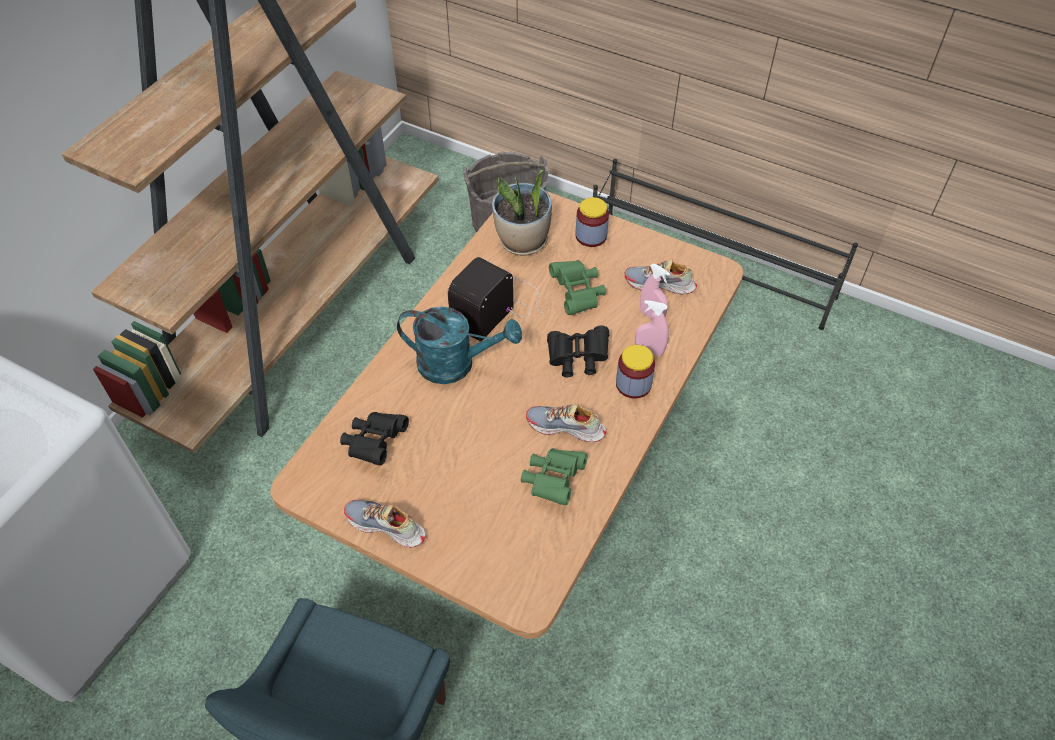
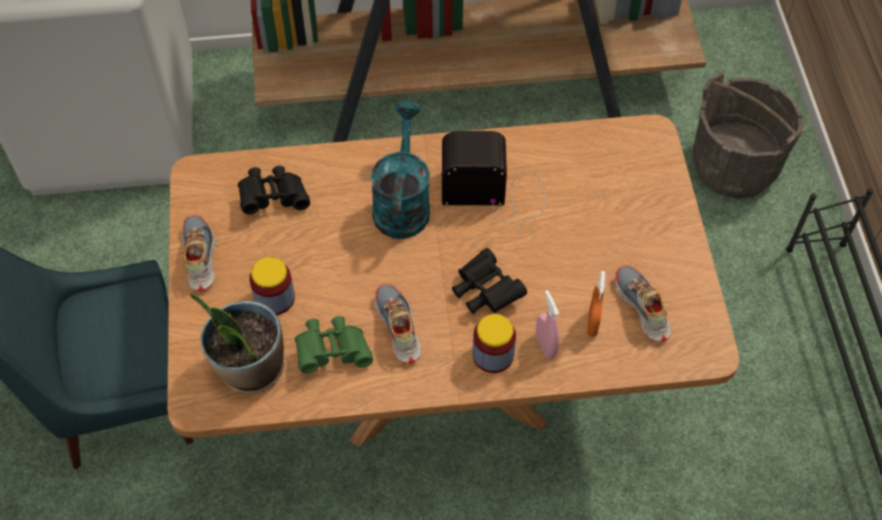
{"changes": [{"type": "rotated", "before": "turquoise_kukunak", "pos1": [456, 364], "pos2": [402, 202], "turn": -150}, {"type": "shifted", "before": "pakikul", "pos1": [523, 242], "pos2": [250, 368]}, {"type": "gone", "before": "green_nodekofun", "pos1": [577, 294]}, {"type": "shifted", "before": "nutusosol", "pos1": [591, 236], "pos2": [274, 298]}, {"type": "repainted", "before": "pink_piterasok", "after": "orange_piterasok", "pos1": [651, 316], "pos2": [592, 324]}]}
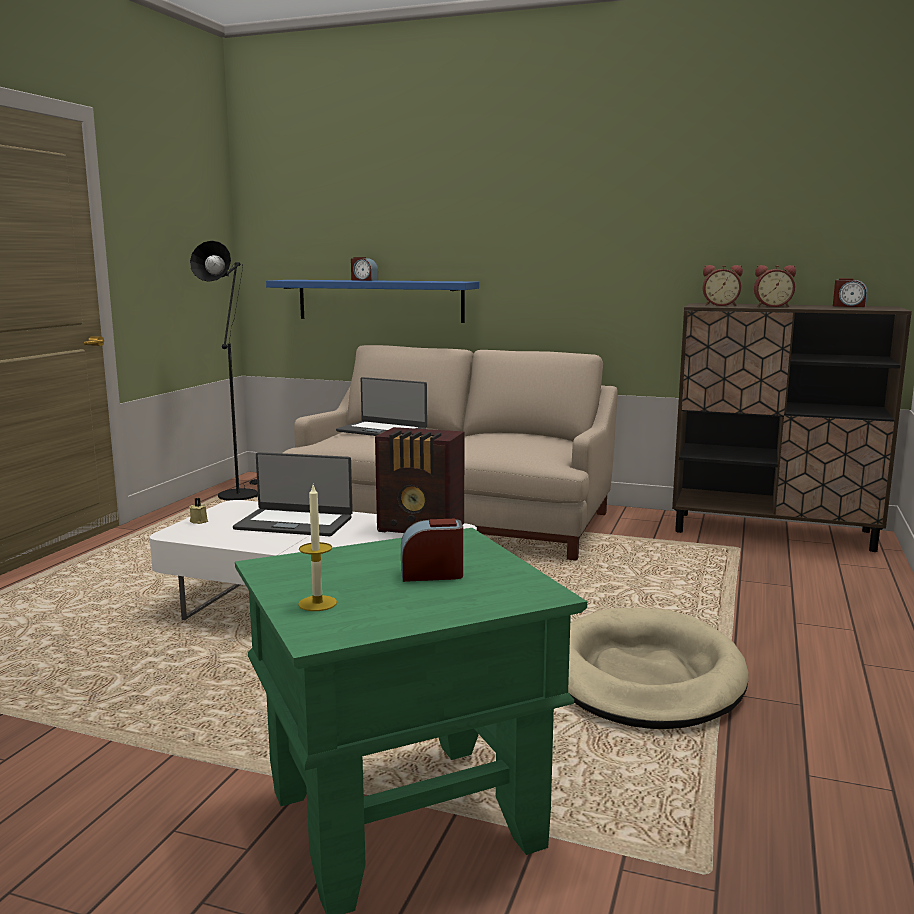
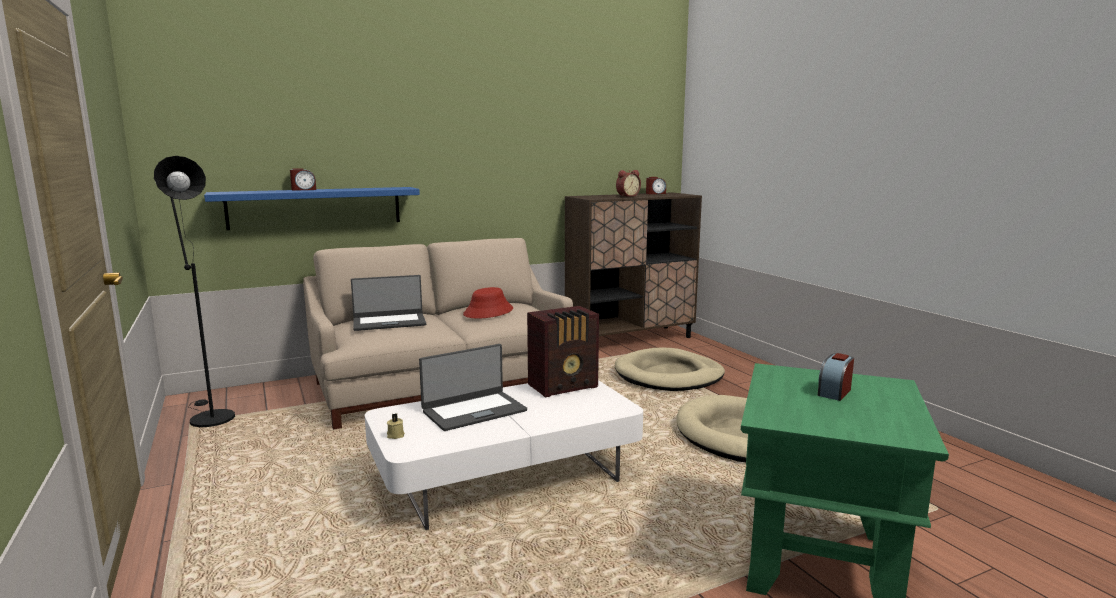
{"changes": [{"type": "gone", "before": "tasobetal", "pos1": [317, 603]}, {"type": "gone", "before": "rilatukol", "pos1": [720, 305]}, {"type": "new", "after": "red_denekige", "pos2": [488, 312]}, {"type": "new", "after": "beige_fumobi", "pos2": [669, 375]}]}
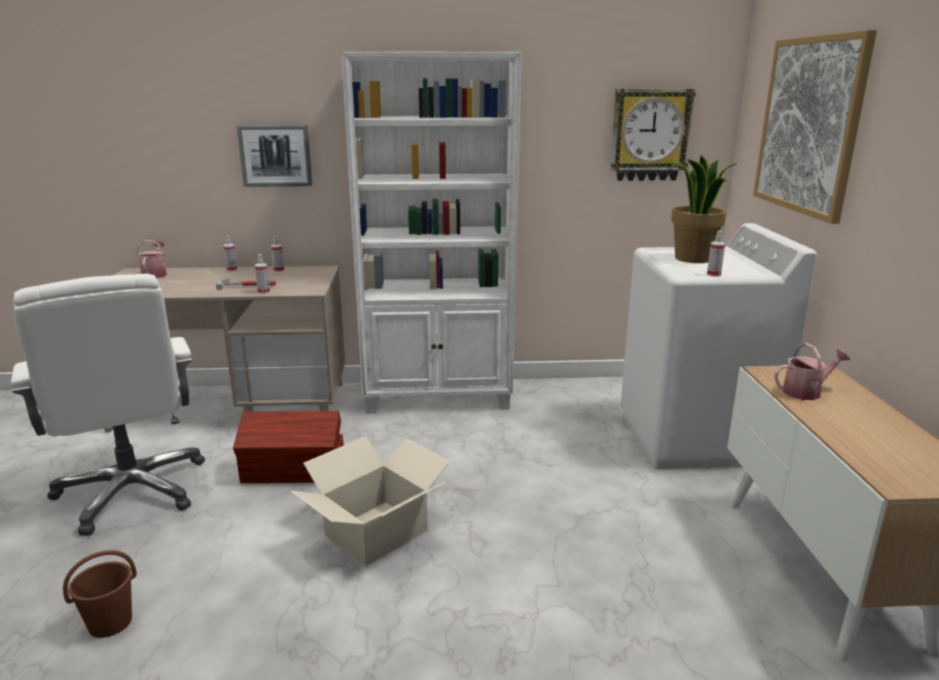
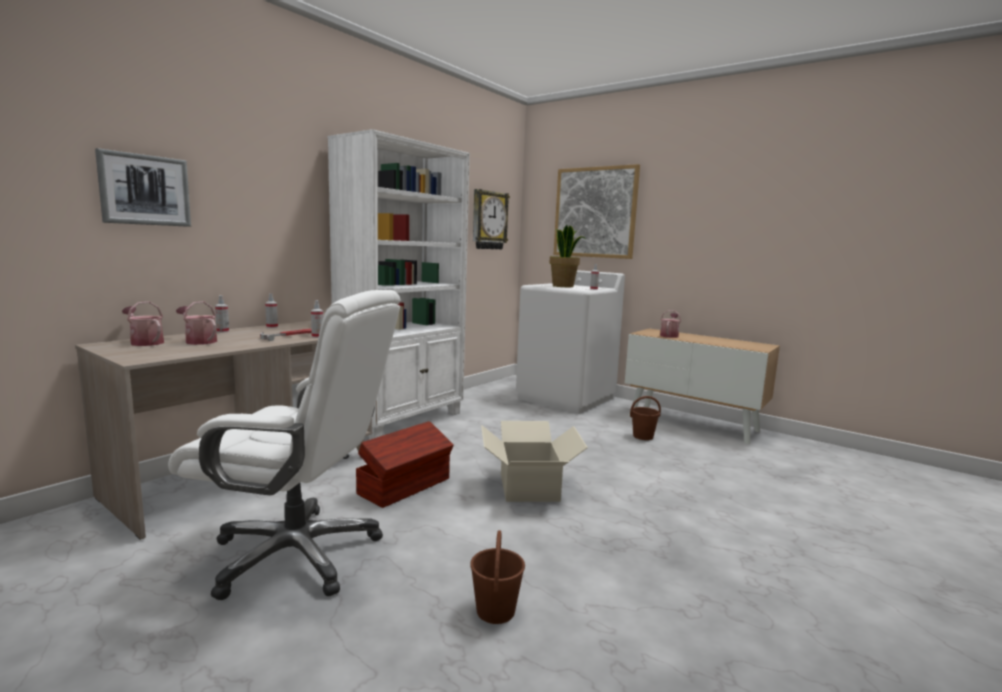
{"changes": [{"type": "shifted", "before": "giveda", "pos1": [275, 155], "pos2": [145, 190]}, {"type": "new", "after": "kukunak", "pos2": [199, 341]}, {"type": "new", "after": "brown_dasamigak", "pos2": [643, 436]}]}
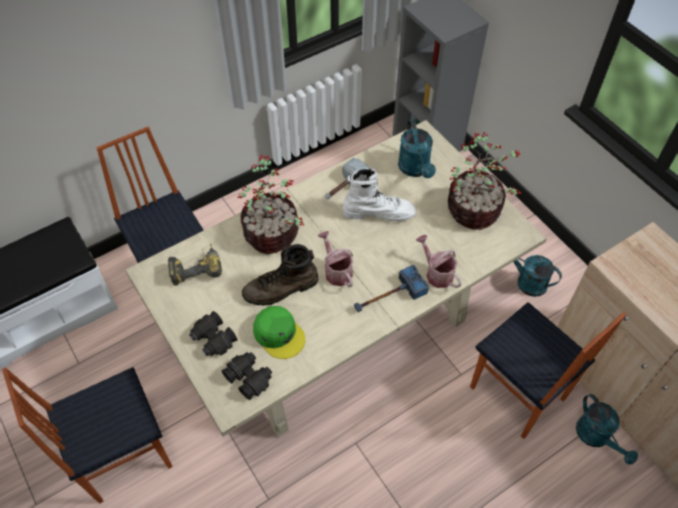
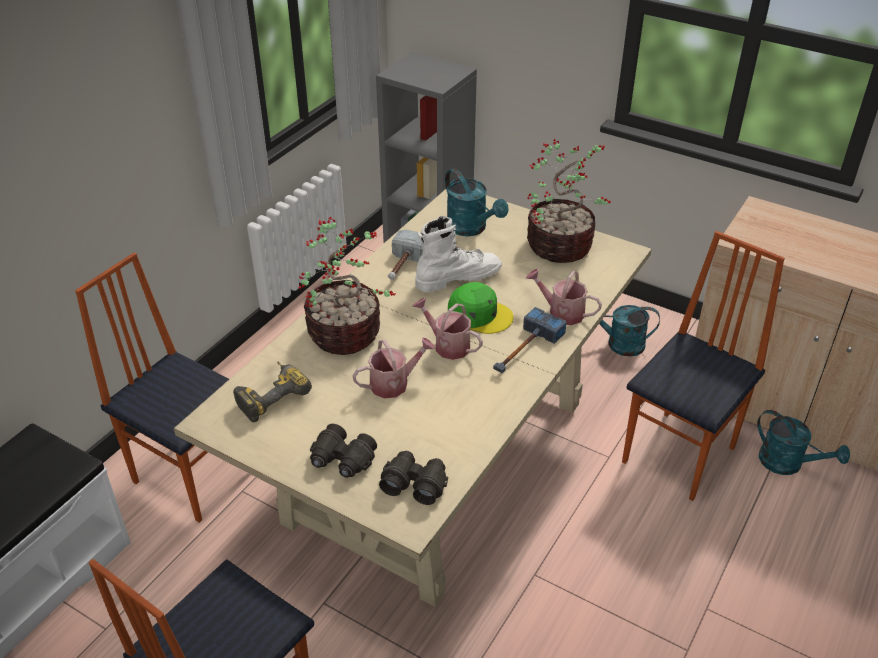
{"changes": [{"type": "swapped", "before": "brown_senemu", "after": "kukunak", "pos1": [281, 289], "pos2": [394, 383]}, {"type": "shifted", "before": "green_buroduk", "pos1": [279, 334], "pos2": [479, 315]}, {"type": "rotated", "before": "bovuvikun", "pos1": [517, 395], "pos2": [681, 455], "turn": -75}]}
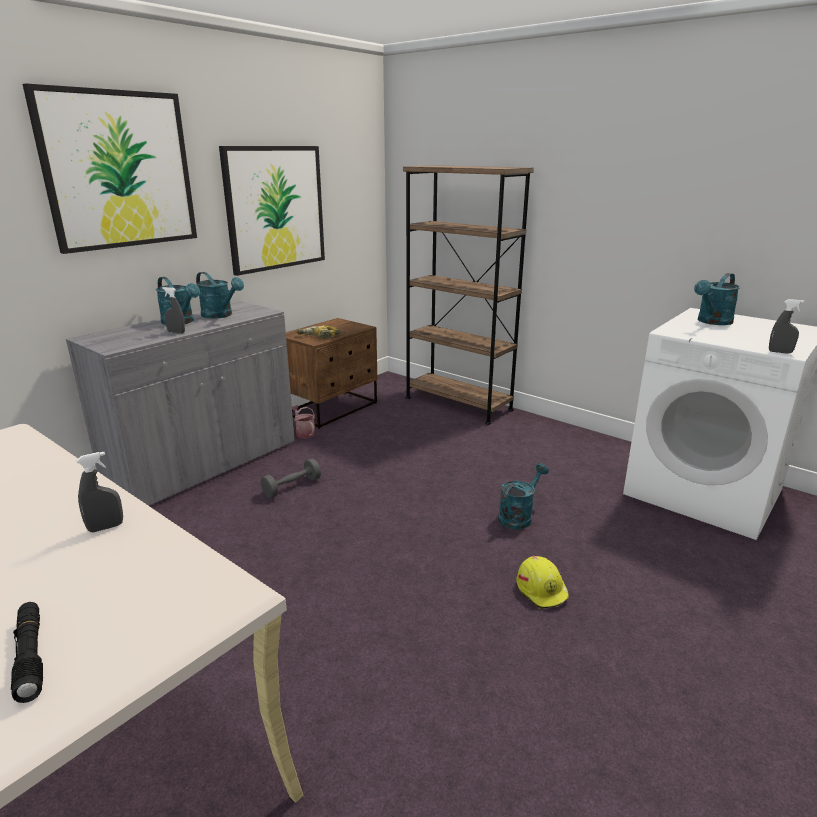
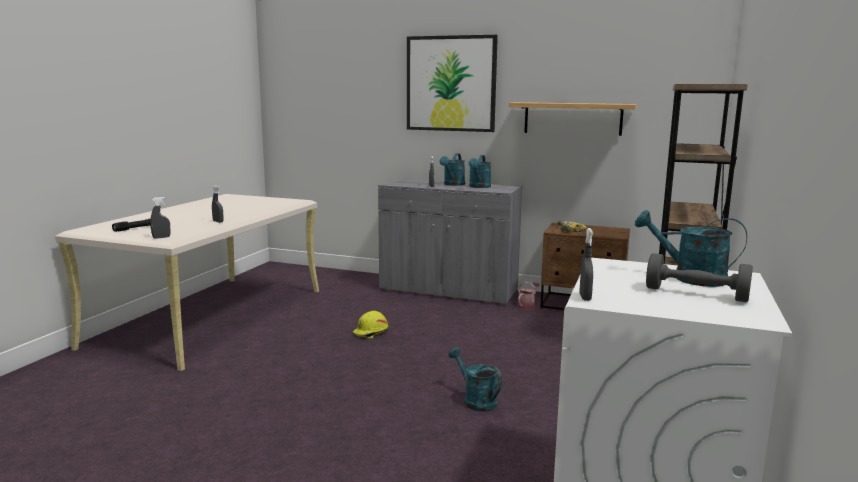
{"changes": [{"type": "swapped", "before": "giveda", "after": "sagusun", "pos1": [275, 208], "pos2": [572, 118]}, {"type": "shifted", "before": "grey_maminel", "pos1": [292, 487], "pos2": [696, 294]}, {"type": "rotated", "before": "turquoise_kukunak", "pos1": [518, 516], "pos2": [475, 400], "turn": -150}, {"type": "shifted", "before": "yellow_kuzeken", "pos1": [542, 590], "pos2": [371, 332]}, {"type": "new", "after": "grey_piterasok", "pos2": [161, 237]}]}
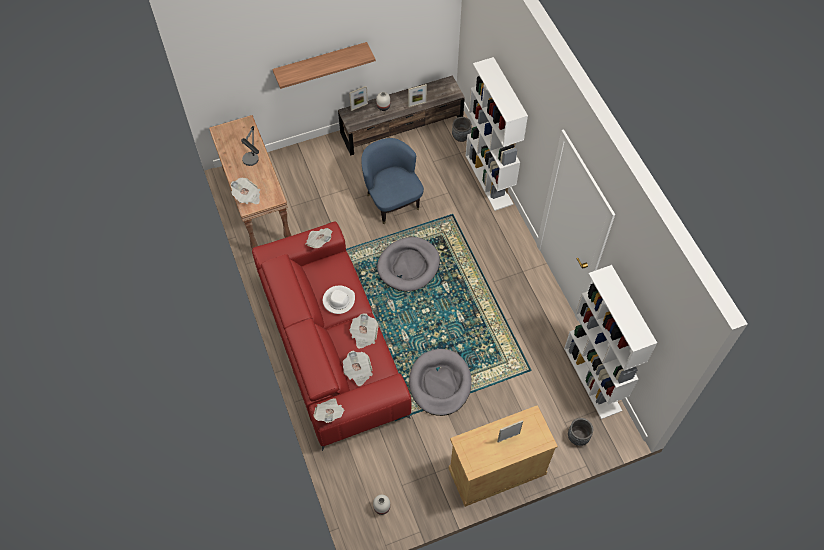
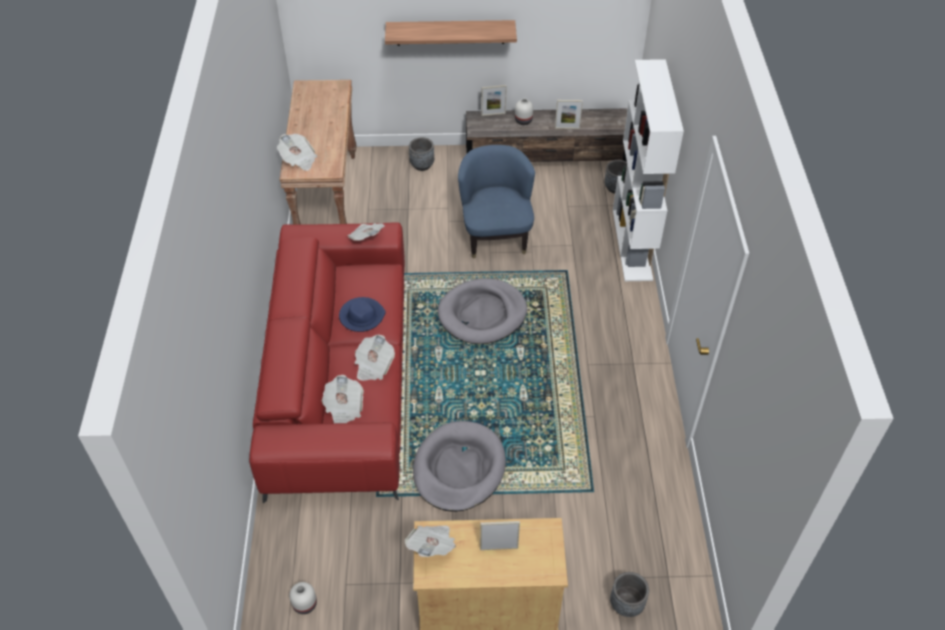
{"changes": [{"type": "gone", "before": "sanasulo", "pos1": [253, 162]}, {"type": "shifted", "before": "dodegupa", "pos1": [329, 413], "pos2": [432, 546]}, {"type": "repainted", "before": "white_denekige", "after": "blue_denekige", "pos1": [338, 300], "pos2": [361, 316]}, {"type": "gone", "before": "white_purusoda", "pos1": [593, 379]}, {"type": "new", "after": "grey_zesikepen", "pos2": [422, 165]}]}
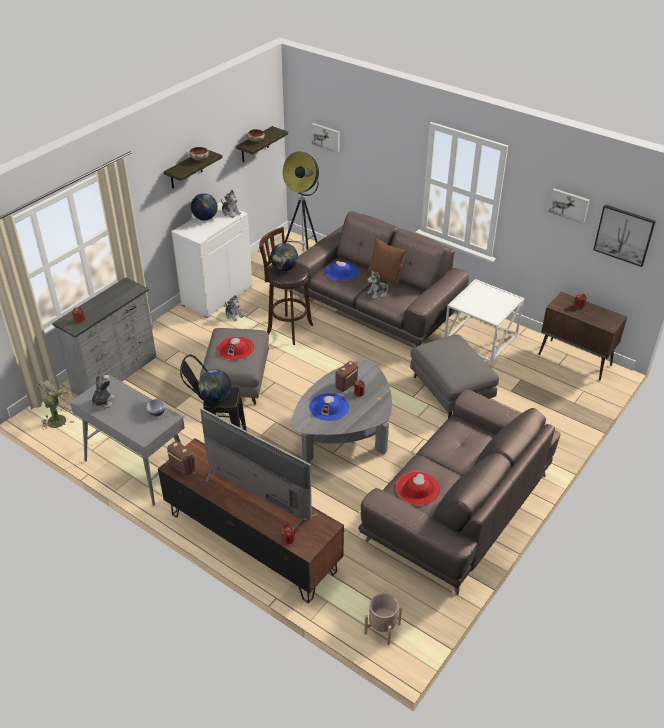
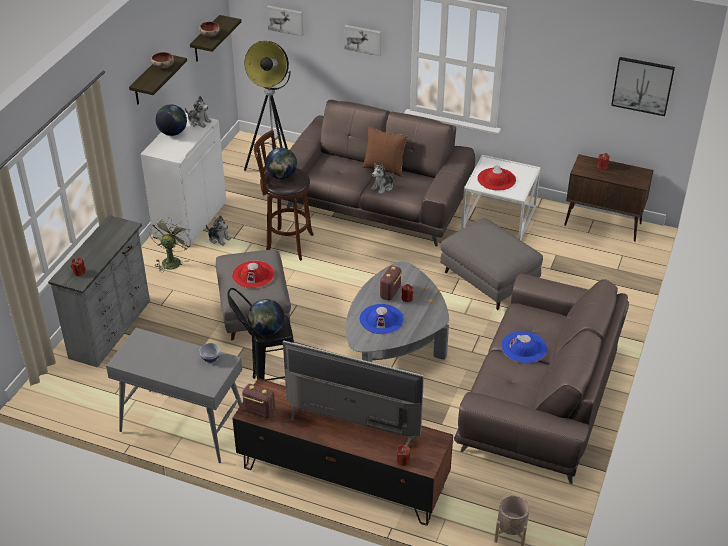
{"changes": [{"type": "shifted", "before": "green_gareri", "pos1": [59, 418], "pos2": [171, 260]}, {"type": "gone", "before": "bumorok", "pos1": [103, 402]}, {"type": "shifted", "before": "blue_denekige", "pos1": [341, 271], "pos2": [524, 347]}, {"type": "shifted", "before": "red_denekige", "pos1": [417, 488], "pos2": [496, 179]}, {"type": "shifted", "before": "giveda", "pos1": [569, 205], "pos2": [363, 39]}]}
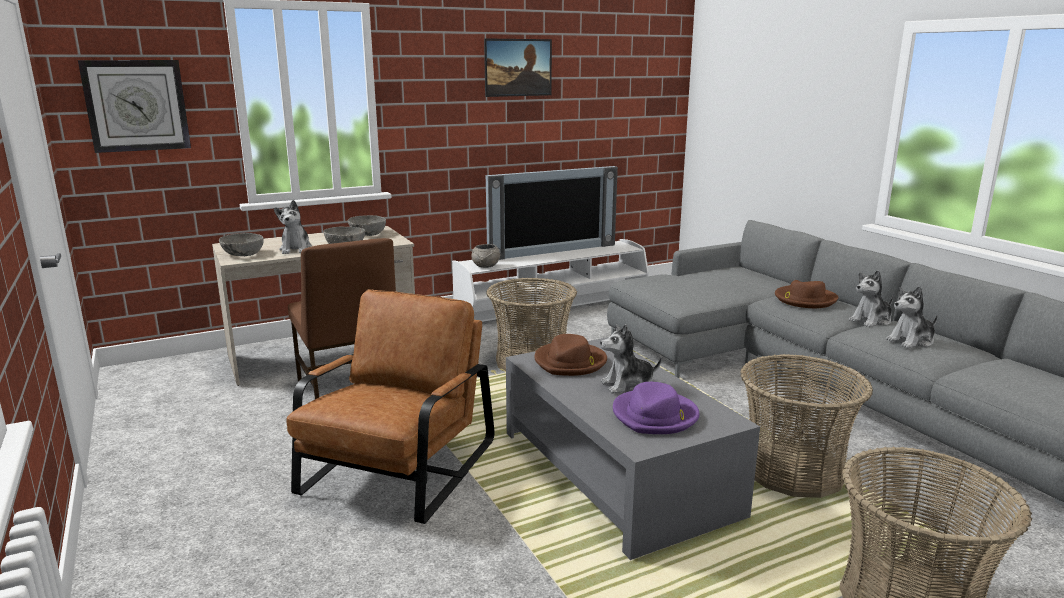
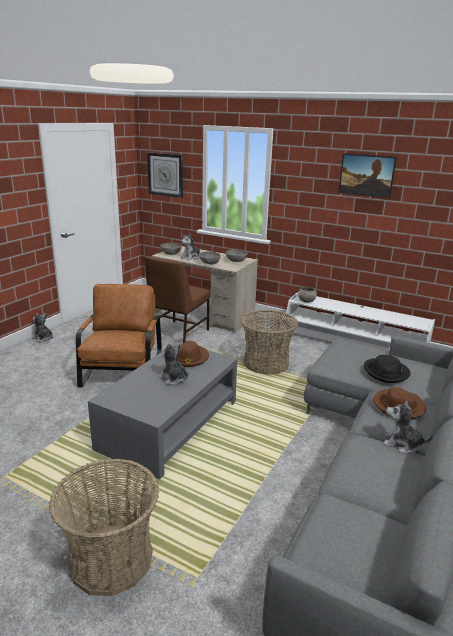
{"changes": [{"type": "rotated", "before": "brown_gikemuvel", "pos1": [398, 468], "pos2": [122, 369], "turn": -75}, {"type": "gone", "before": "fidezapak", "pos1": [550, 250]}, {"type": "gone", "before": "purple_denekige", "pos1": [655, 416]}, {"type": "gone", "before": "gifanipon", "pos1": [792, 470]}, {"type": "shifted", "before": "bumorok", "pos1": [911, 341], "pos2": [43, 338]}, {"type": "new", "after": "black_denekige", "pos2": [386, 372]}]}
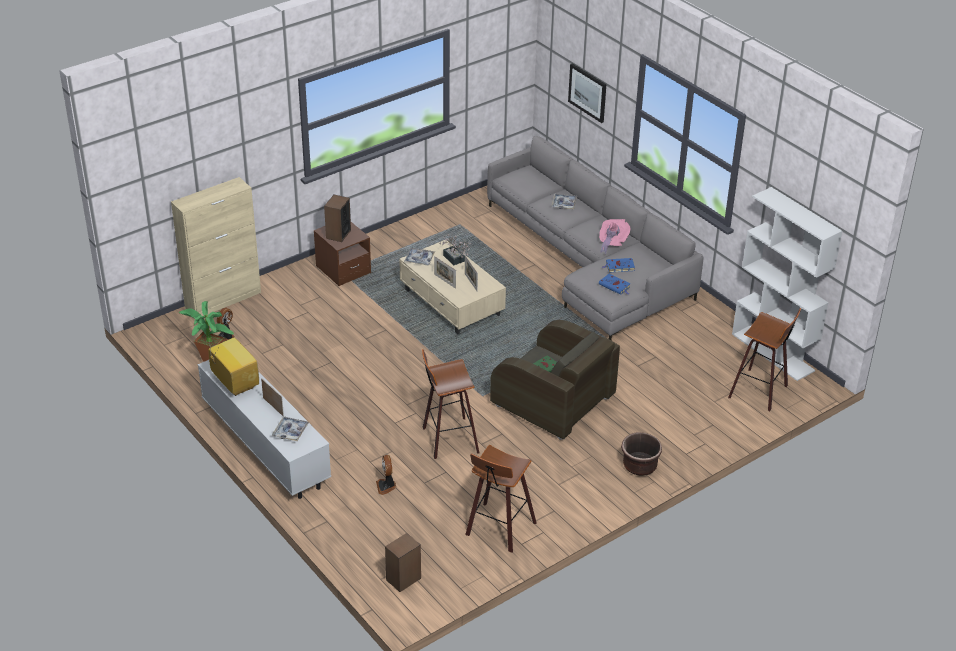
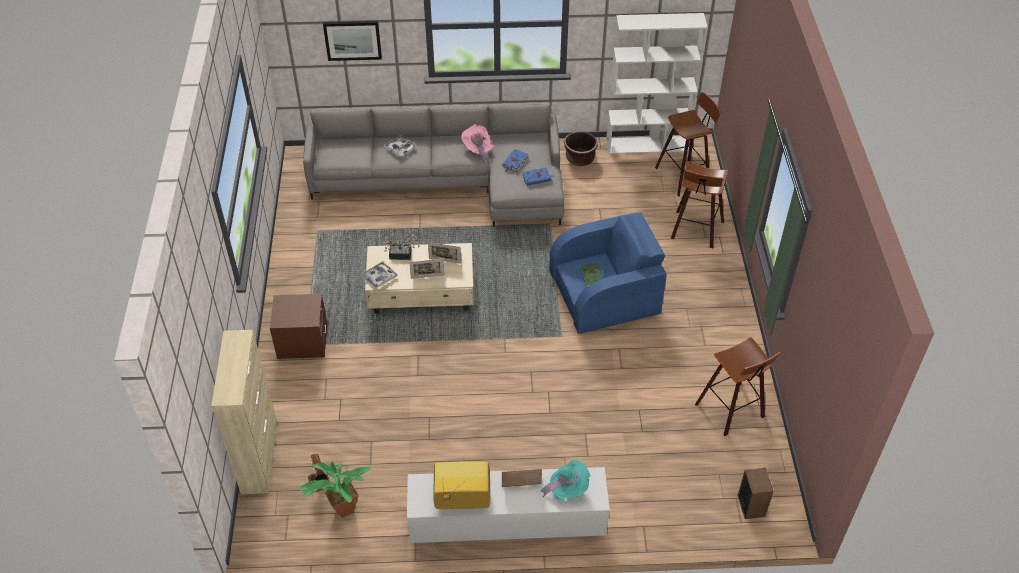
{"changes": [{"type": "swapped", "before": "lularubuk", "after": "turquoise_denekige", "pos1": [290, 432], "pos2": [567, 488]}, {"type": "gone", "before": "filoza", "pos1": [338, 234]}, {"type": "gone", "before": "gareri", "pos1": [386, 486]}, {"type": "shifted", "before": "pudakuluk", "pos1": [448, 439], "pos2": [695, 231]}, {"type": "repainted", "before": "brown_gikemuvel", "after": "blue_gikemuvel", "pos1": [553, 402], "pos2": [604, 296]}, {"type": "shifted", "before": "brown_zesikepen", "pos1": [640, 466], "pos2": [579, 158]}]}
